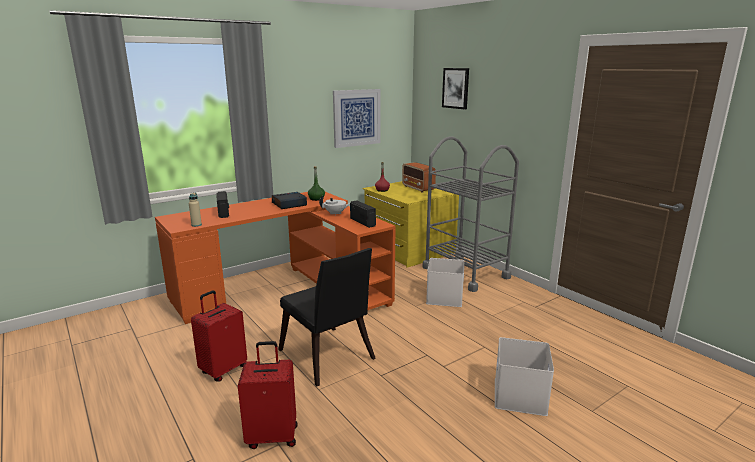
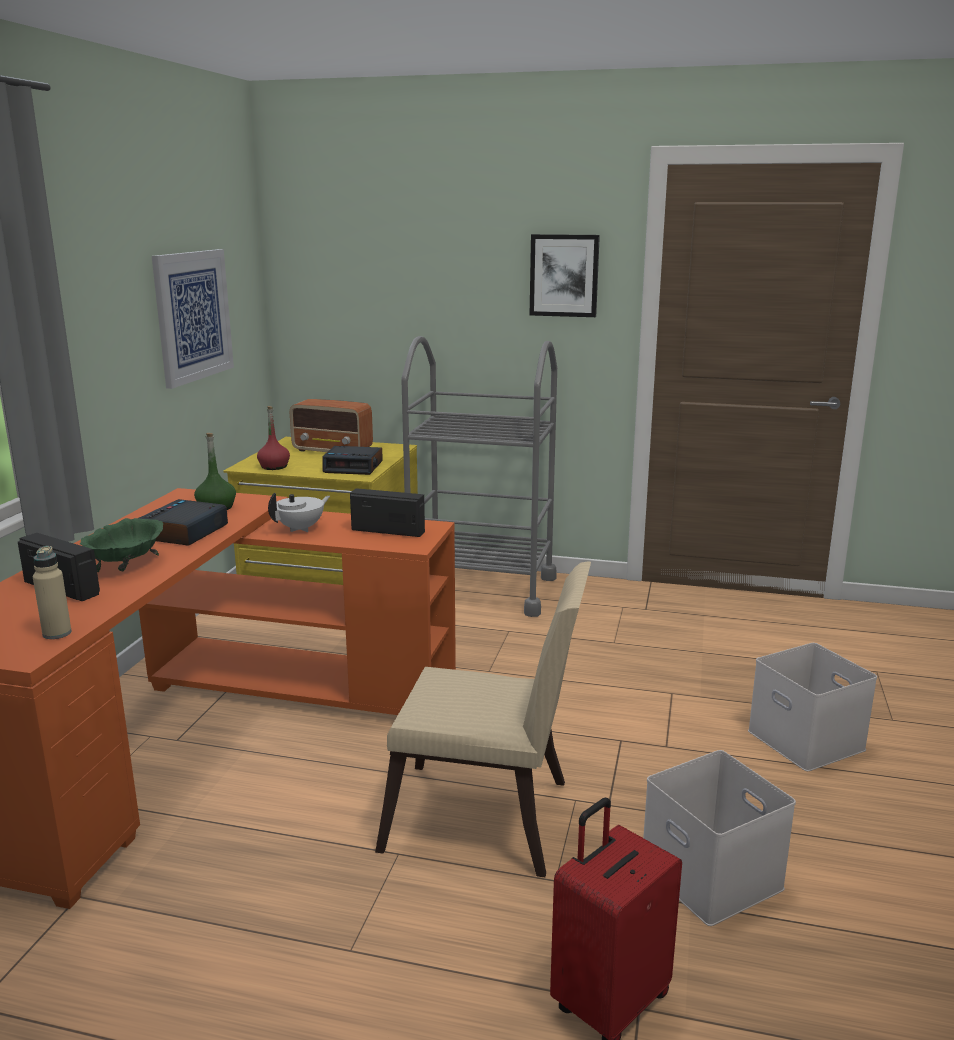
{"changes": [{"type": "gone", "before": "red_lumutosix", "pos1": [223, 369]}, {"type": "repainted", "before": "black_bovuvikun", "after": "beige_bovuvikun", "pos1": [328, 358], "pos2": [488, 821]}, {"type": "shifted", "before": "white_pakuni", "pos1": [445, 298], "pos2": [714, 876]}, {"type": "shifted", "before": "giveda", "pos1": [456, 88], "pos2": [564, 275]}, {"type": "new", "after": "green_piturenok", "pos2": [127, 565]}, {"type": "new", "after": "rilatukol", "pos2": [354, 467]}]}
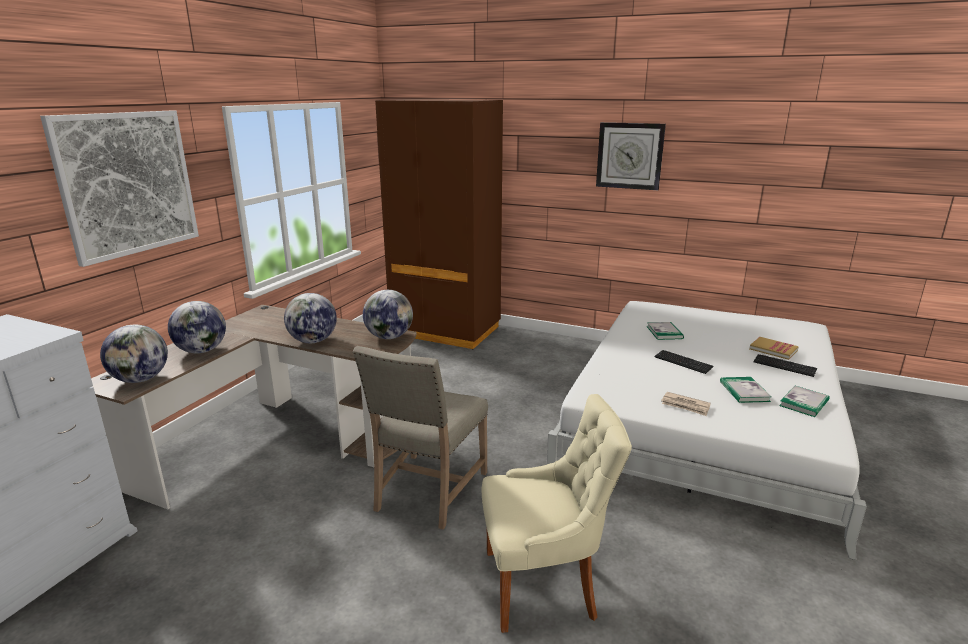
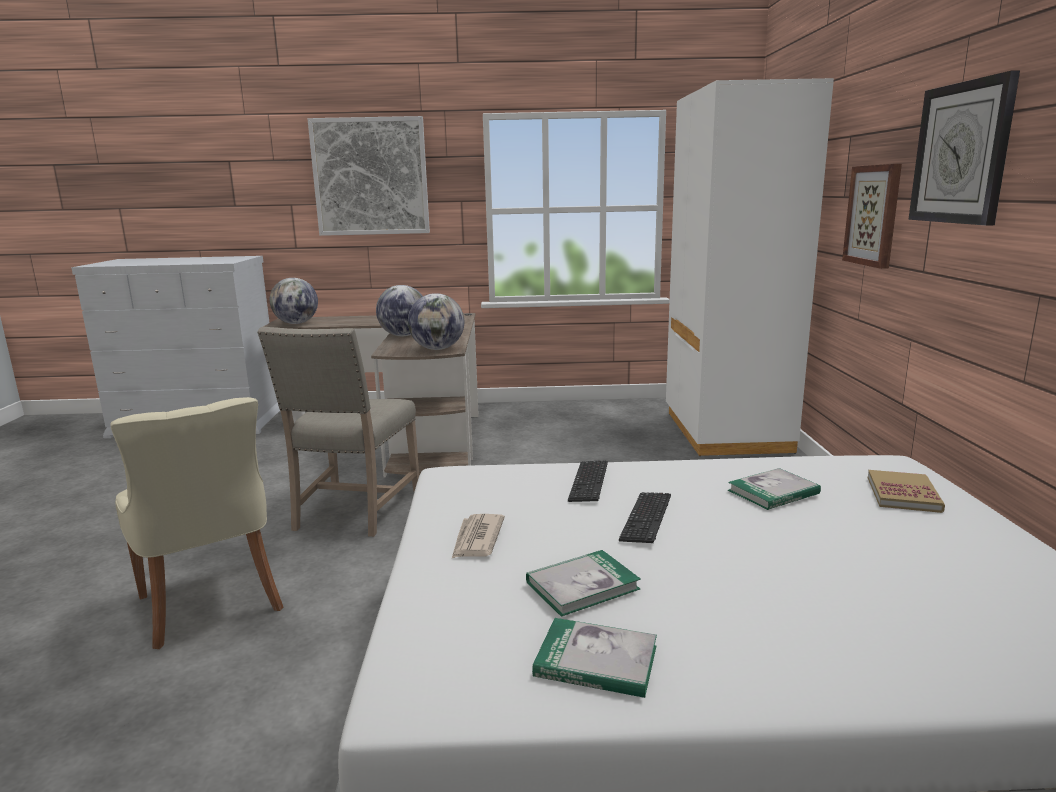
{"changes": [{"type": "gone", "before": "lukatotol", "pos1": [201, 351]}, {"type": "rotated", "before": "beige_bovuvikun", "pos1": [428, 492], "pos2": [354, 510], "turn": -75}, {"type": "repainted", "before": "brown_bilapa", "after": "white_bilapa", "pos1": [446, 331], "pos2": [725, 431]}, {"type": "shifted", "before": "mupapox", "pos1": [773, 349], "pos2": [903, 494]}, {"type": "shifted", "before": "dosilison", "pos1": [784, 366], "pos2": [588, 482]}, {"type": "new", "after": "giveda", "pos2": [873, 215]}]}
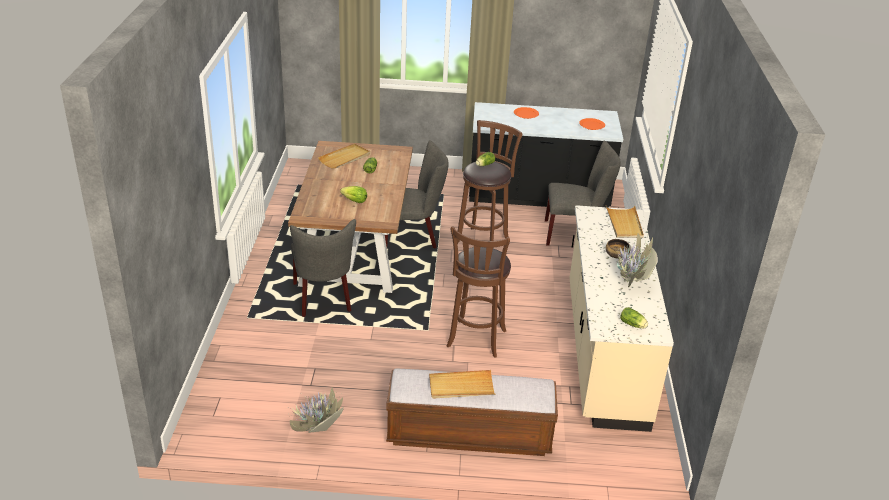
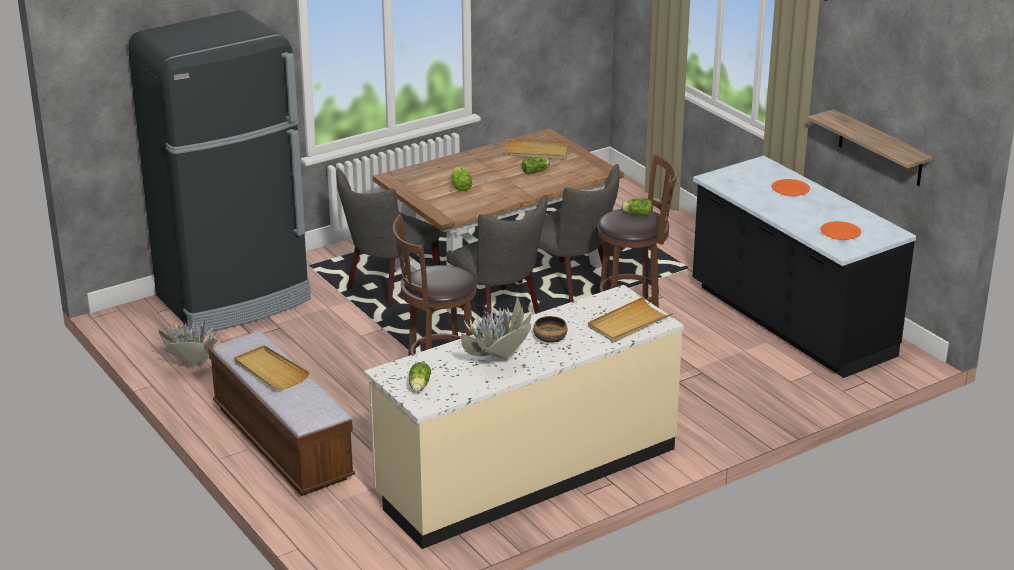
{"changes": [{"type": "shifted", "before": "grey_bovuvikun", "pos1": [575, 234], "pos2": [499, 315]}, {"type": "new", "after": "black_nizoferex", "pos2": [235, 299]}, {"type": "new", "after": "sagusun", "pos2": [880, 148]}]}
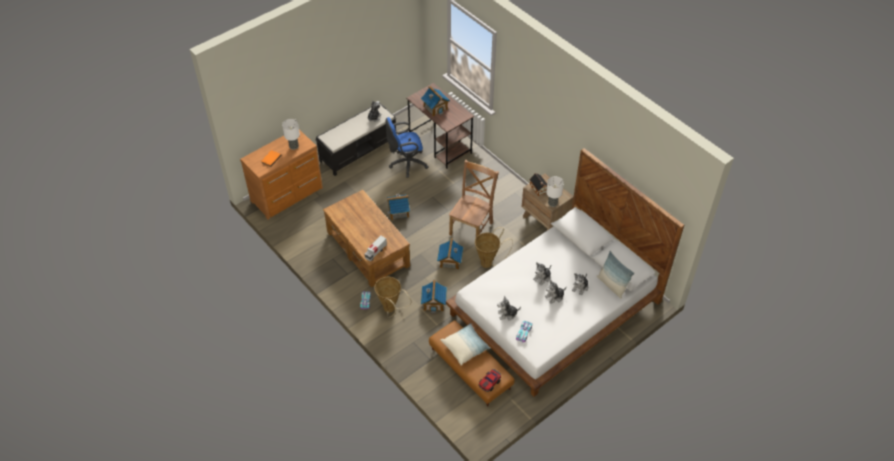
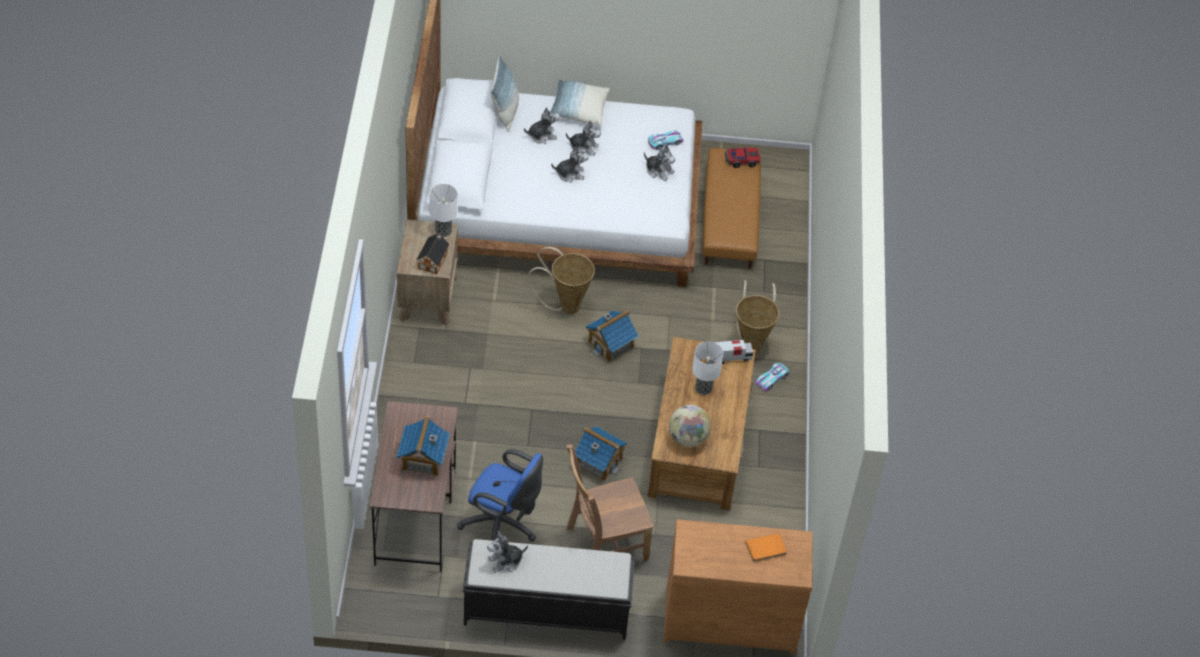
{"changes": [{"type": "shifted", "before": "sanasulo", "pos1": [294, 146], "pos2": [703, 388]}, {"type": "gone", "before": "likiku", "pos1": [434, 302]}, {"type": "shifted", "before": "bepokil", "pos1": [465, 347], "pos2": [578, 110]}, {"type": "shifted", "before": "brown_bovuvikun", "pos1": [472, 227], "pos2": [603, 544]}, {"type": "new", "after": "lukatotol", "pos2": [688, 438]}]}
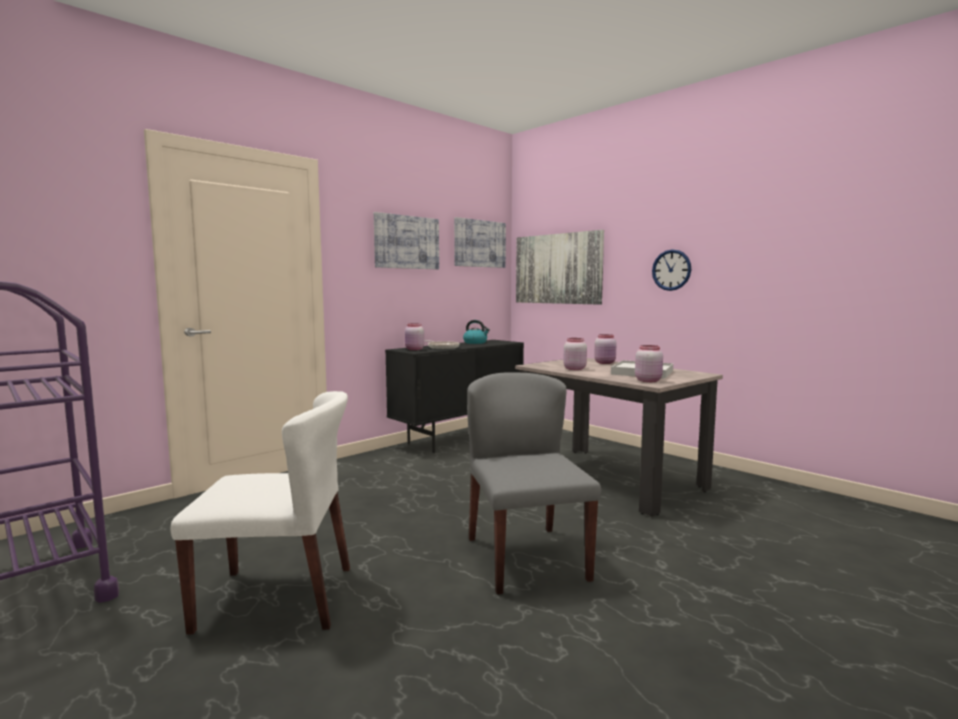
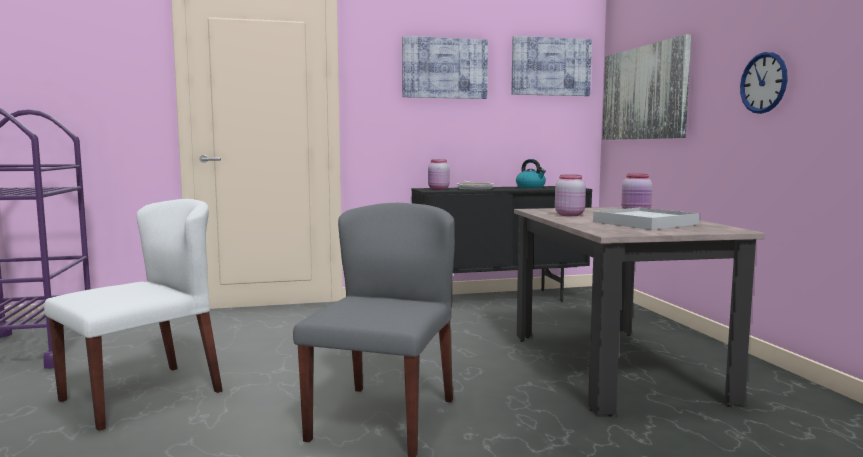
{"changes": [{"type": "rotated", "before": "white_bovuvikun", "pos1": [278, 598], "pos2": [143, 395], "turn": -75}, {"type": "gone", "before": "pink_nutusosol", "pos1": [648, 380]}]}
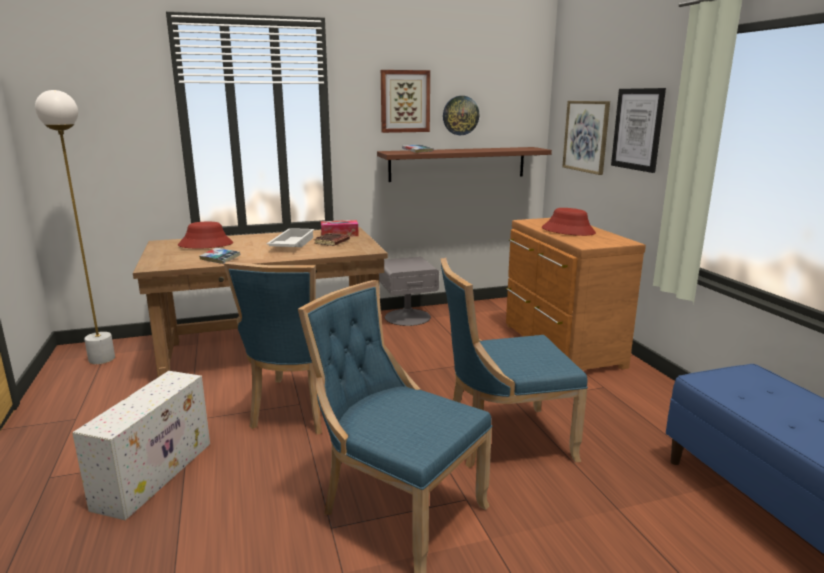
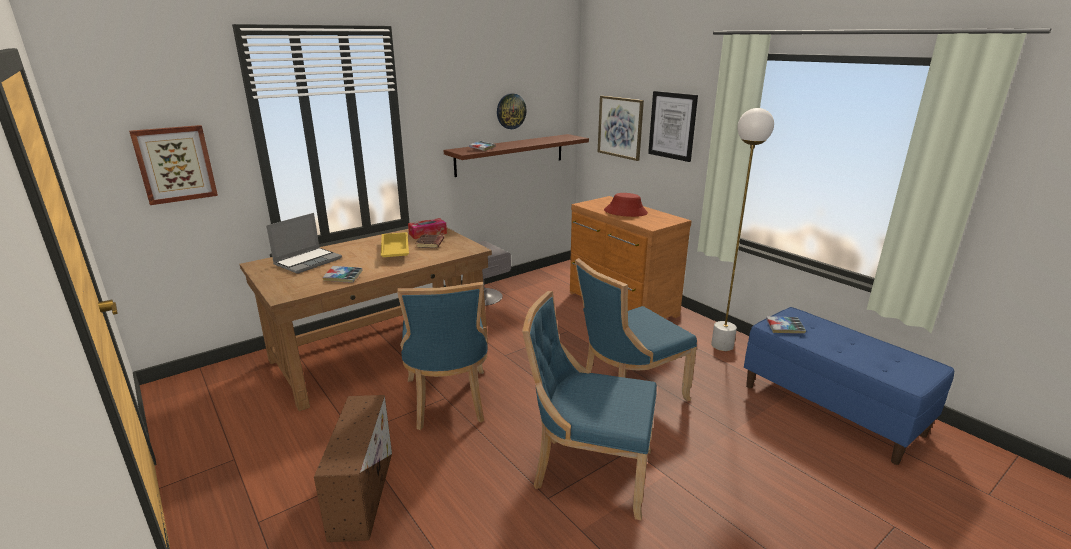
{"changes": [{"type": "shifted", "before": "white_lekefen", "pos1": [102, 359], "pos2": [722, 345]}, {"type": "repainted", "before": "white_pakuni", "after": "brown_pakuni", "pos1": [156, 473], "pos2": [362, 491]}, {"type": "swapped", "before": "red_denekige", "after": "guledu", "pos1": [206, 244], "pos2": [308, 261]}, {"type": "repainted", "before": "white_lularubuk", "after": "yellow_lularubuk", "pos1": [291, 244], "pos2": [394, 251]}, {"type": "shifted", "before": "giveda", "pos1": [405, 101], "pos2": [175, 164]}, {"type": "new", "after": "mupapox", "pos2": [784, 328]}]}
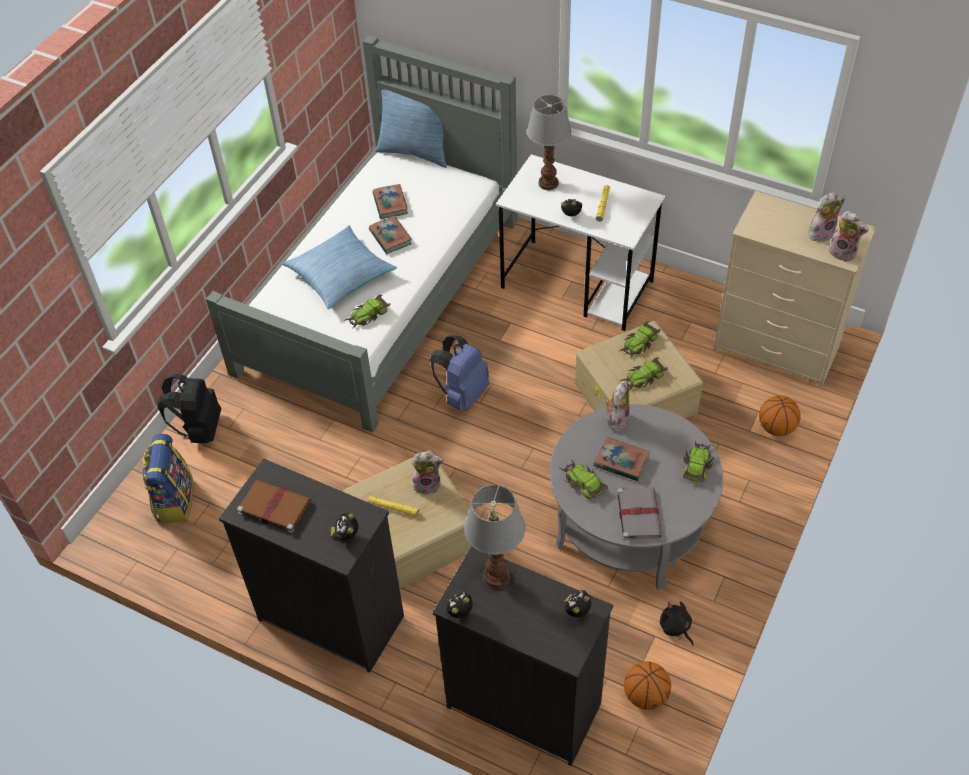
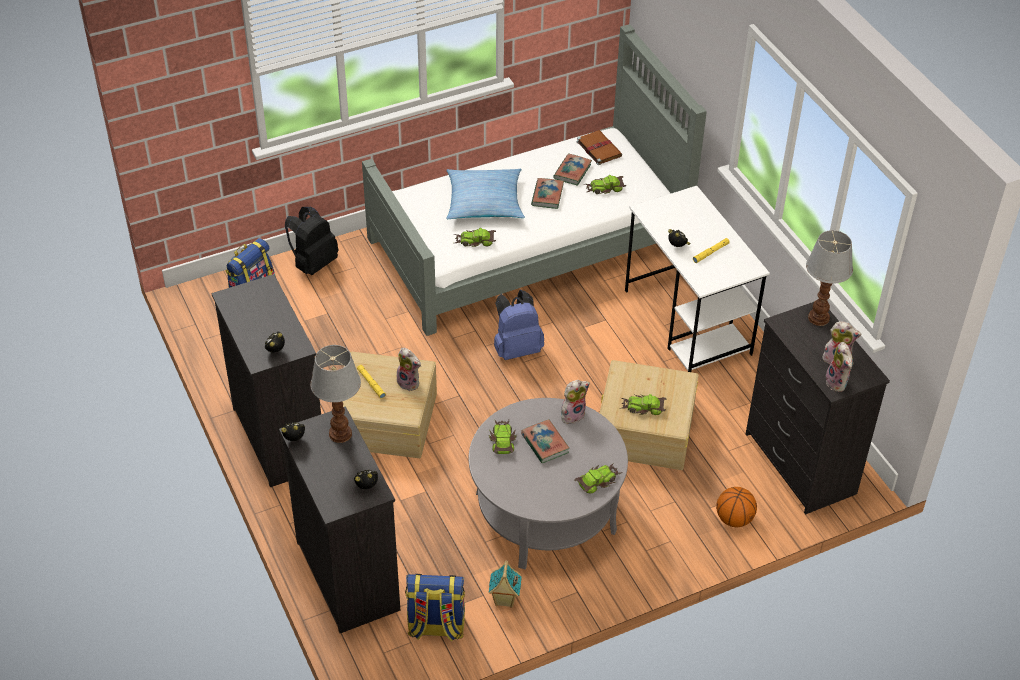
{"changes": [{"type": "shifted", "before": "brown_mupapox", "pos1": [273, 507], "pos2": [598, 148]}, {"type": "gone", "before": "bepokil", "pos1": [415, 151]}, {"type": "shifted", "before": "sanasulo", "pos1": [547, 183], "pos2": [818, 317]}, {"type": "gone", "before": "grey_mupapox", "pos1": [638, 514]}, {"type": "shifted", "before": "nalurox", "pos1": [639, 343], "pos2": [604, 188]}, {"type": "swapped", "before": "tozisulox", "after": "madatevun", "pos1": [645, 695], "pos2": [436, 627]}, {"type": "swapped", "before": "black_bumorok", "after": "likiku", "pos1": [675, 628], "pos2": [504, 600]}, {"type": "repainted", "before": "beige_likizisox", "after": "black_likizisox", "pos1": [777, 349], "pos2": [800, 464]}]}
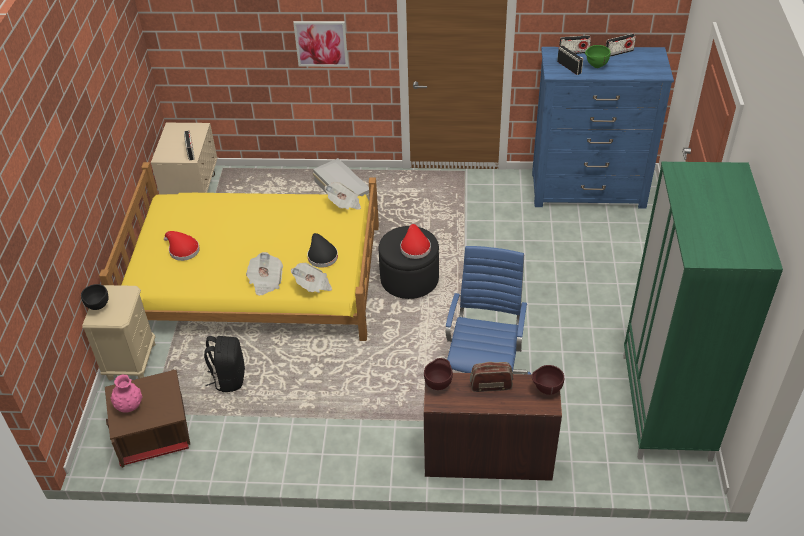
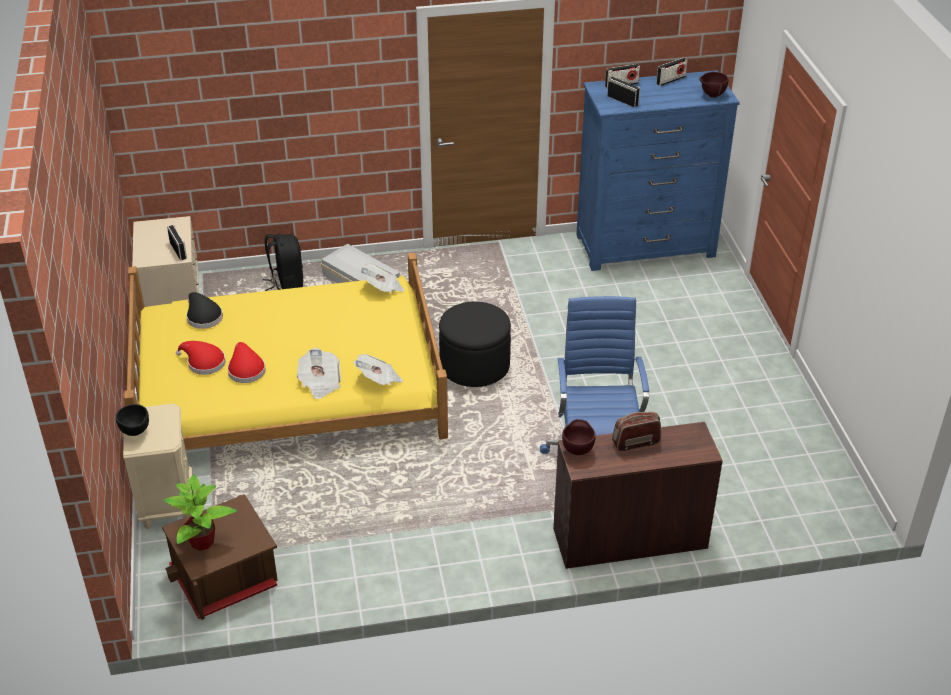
{"changes": [{"type": "swapped", "before": "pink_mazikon", "after": "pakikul", "pos1": [129, 406], "pos2": [202, 542]}, {"type": "shifted", "before": "black_madatevun", "pos1": [229, 378], "pos2": [286, 282]}, {"type": "gone", "before": "giveda", "pos1": [321, 43]}, {"type": "shifted", "before": "black_denekige", "pos1": [321, 255], "pos2": [203, 317]}, {"type": "shifted", "before": "red_denekige", "pos1": [415, 247], "pos2": [246, 369]}, {"type": "shifted", "before": "brown_piturenok", "pos1": [546, 389], "pos2": [711, 95]}, {"type": "gone", "before": "green_piturenok", "pos1": [595, 66]}, {"type": "gone", "before": "green_bilapa", "pos1": [666, 406]}]}
